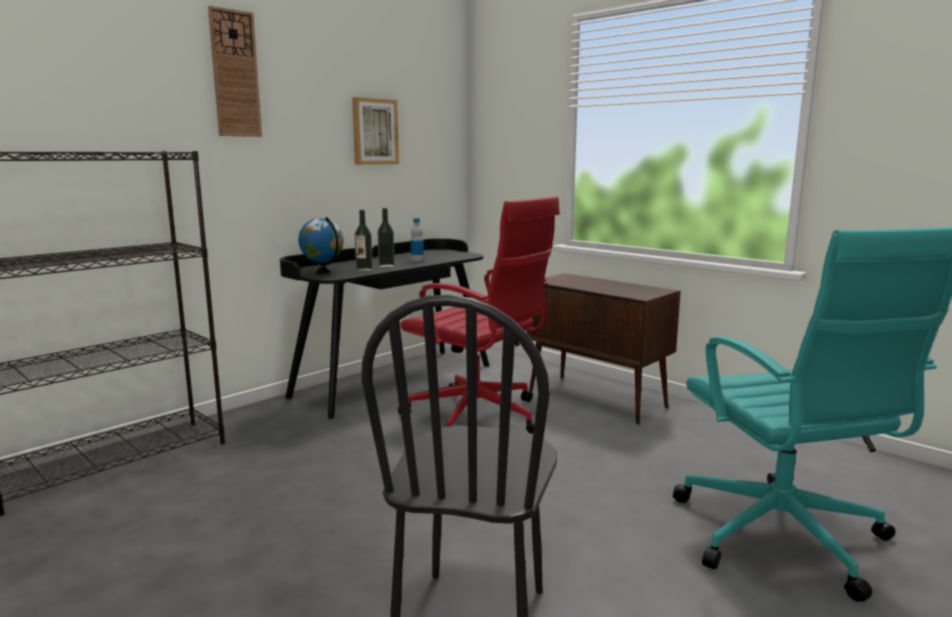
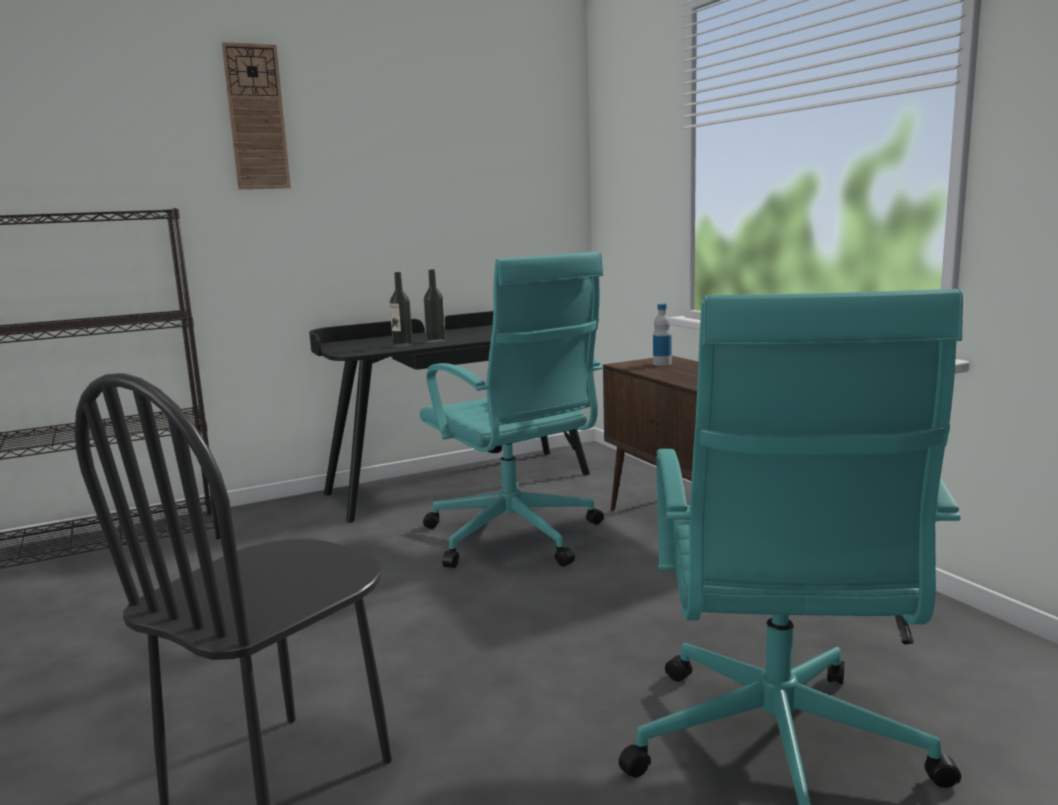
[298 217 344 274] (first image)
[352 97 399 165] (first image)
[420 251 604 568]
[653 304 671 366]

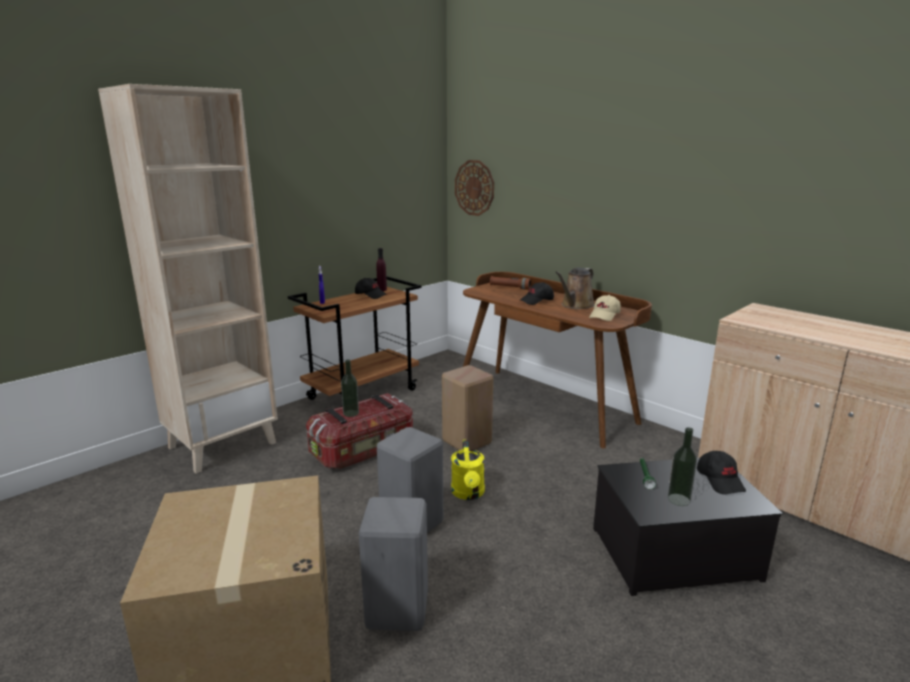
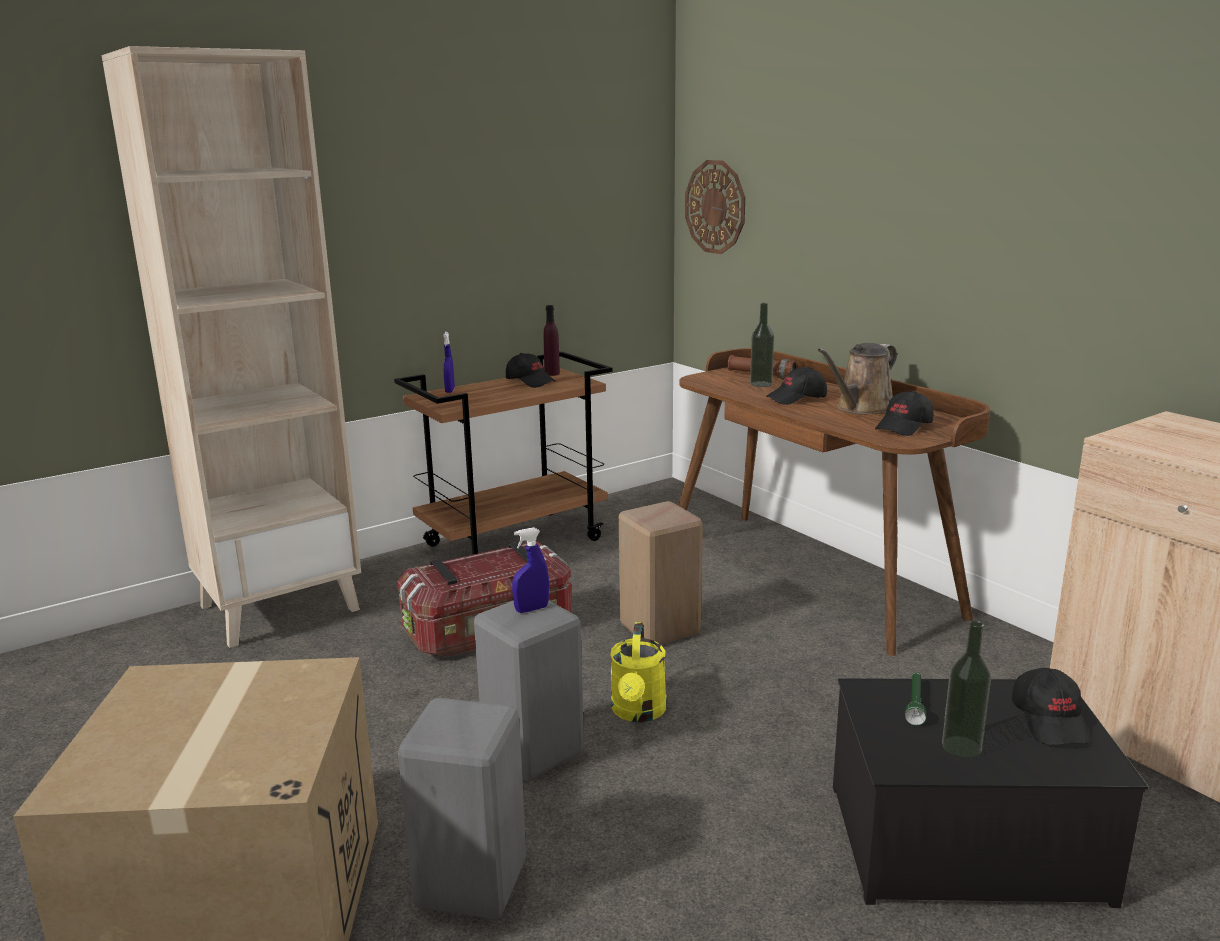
[750 303 774 387]
[875 391 934 436]
[512 527 549 613]

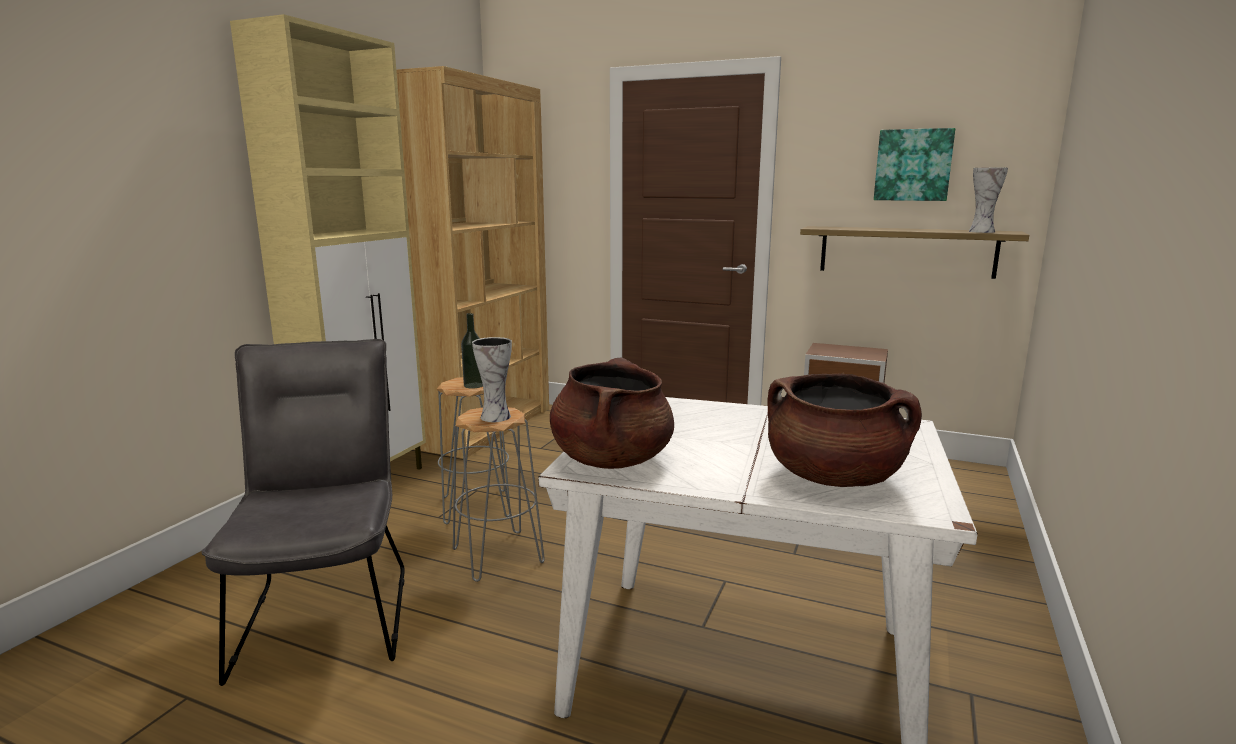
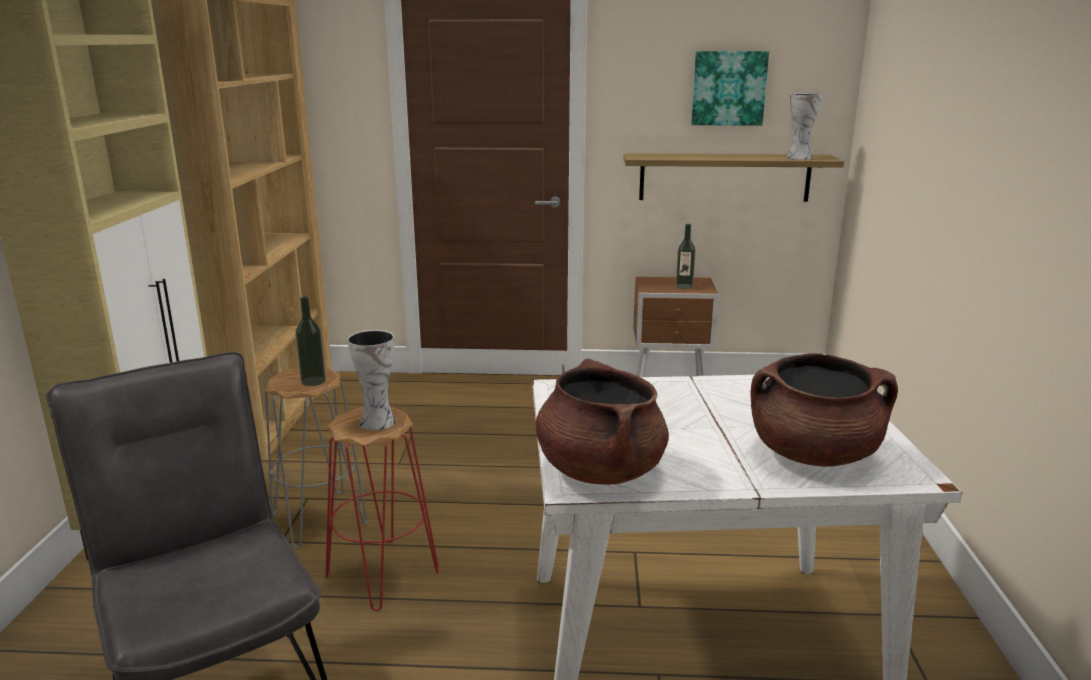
[326 407 439 611]
[676 224 696 289]

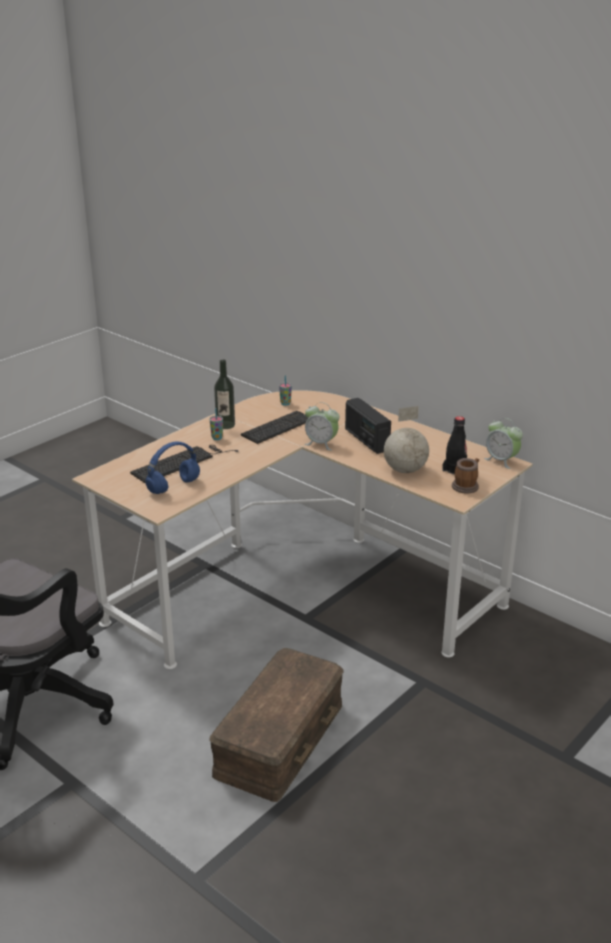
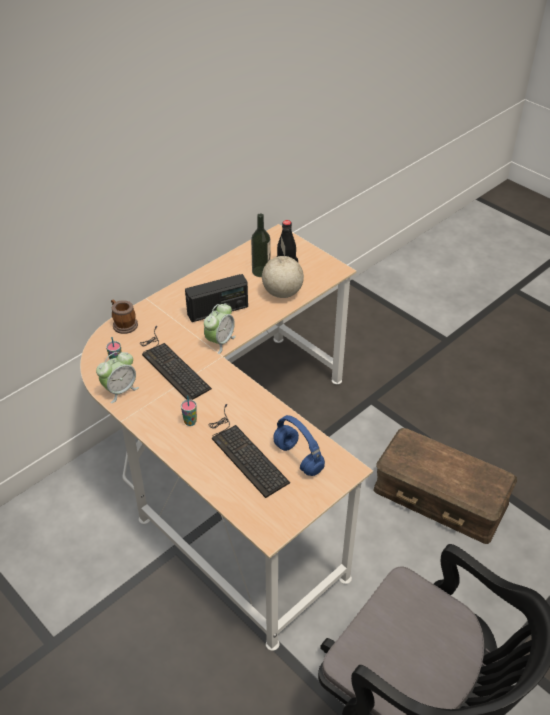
[251 213 271 277]
[111 300 138 334]
[96 352 139 403]

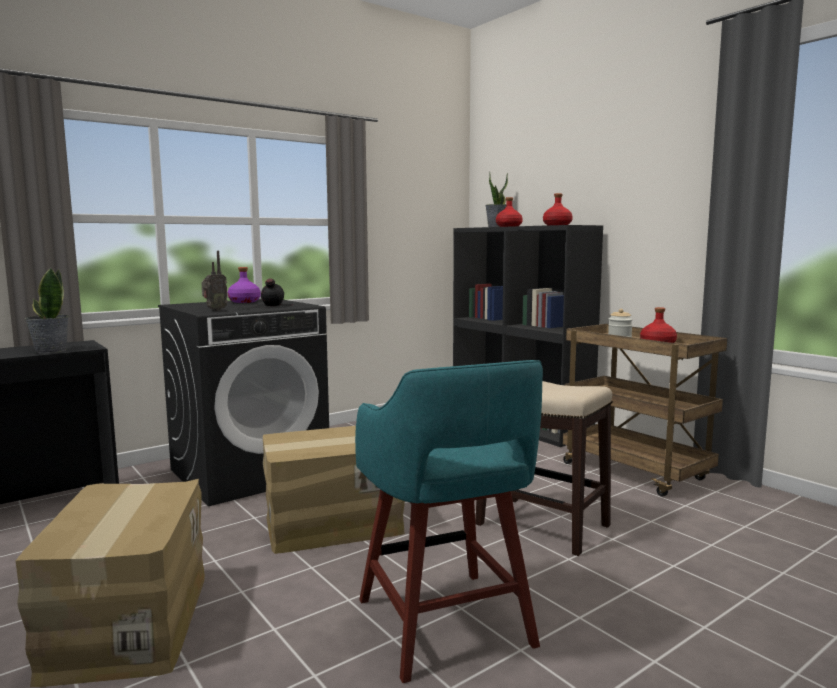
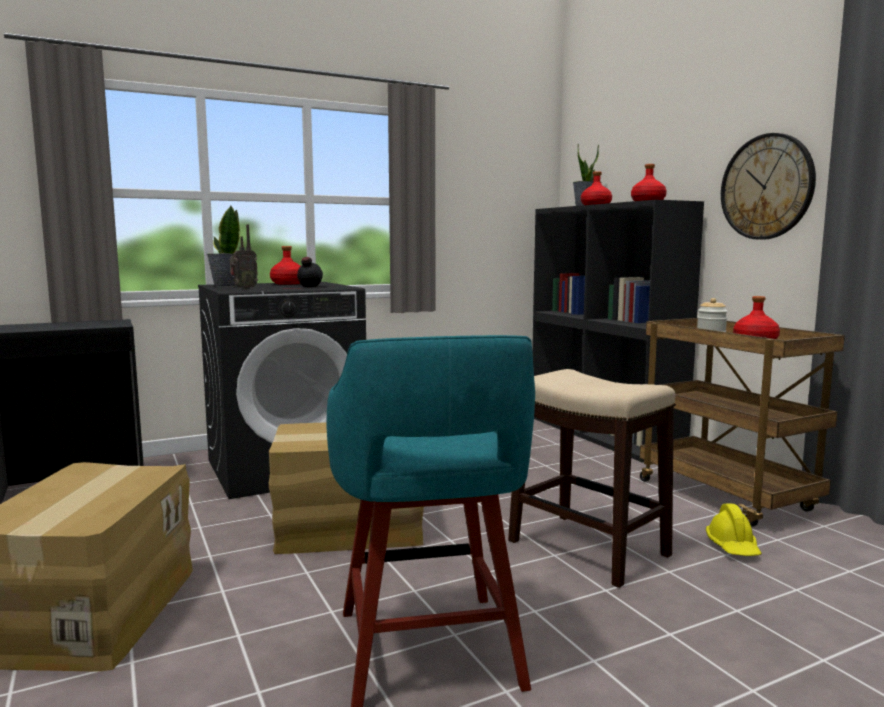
[207 206 240 287]
[270 246 301 285]
[706 504 762 556]
[721 133 816 240]

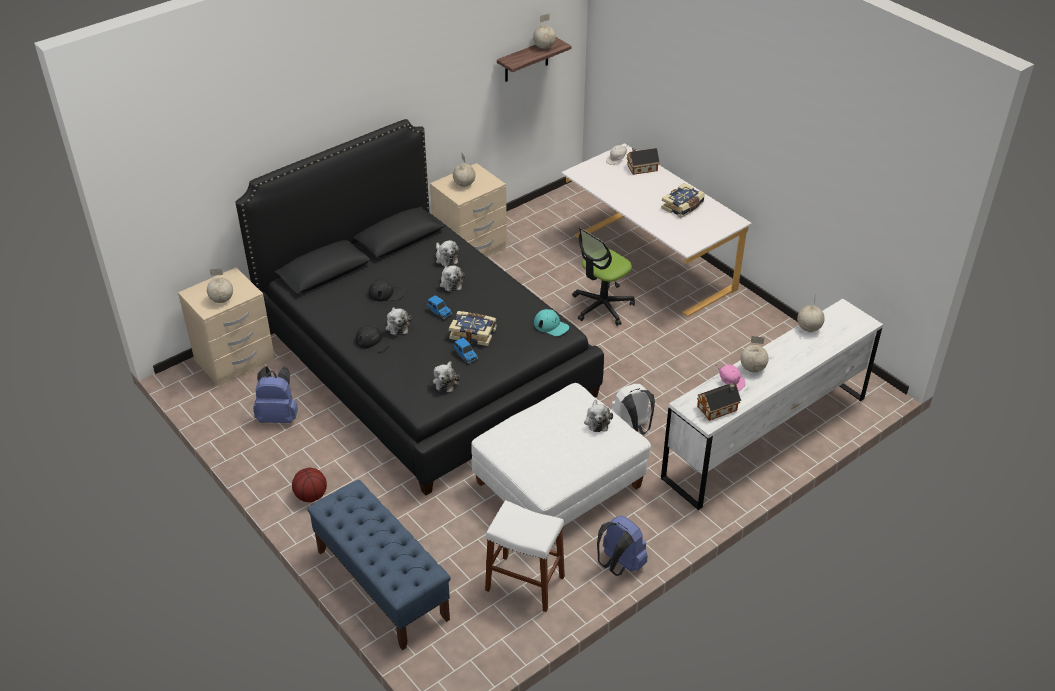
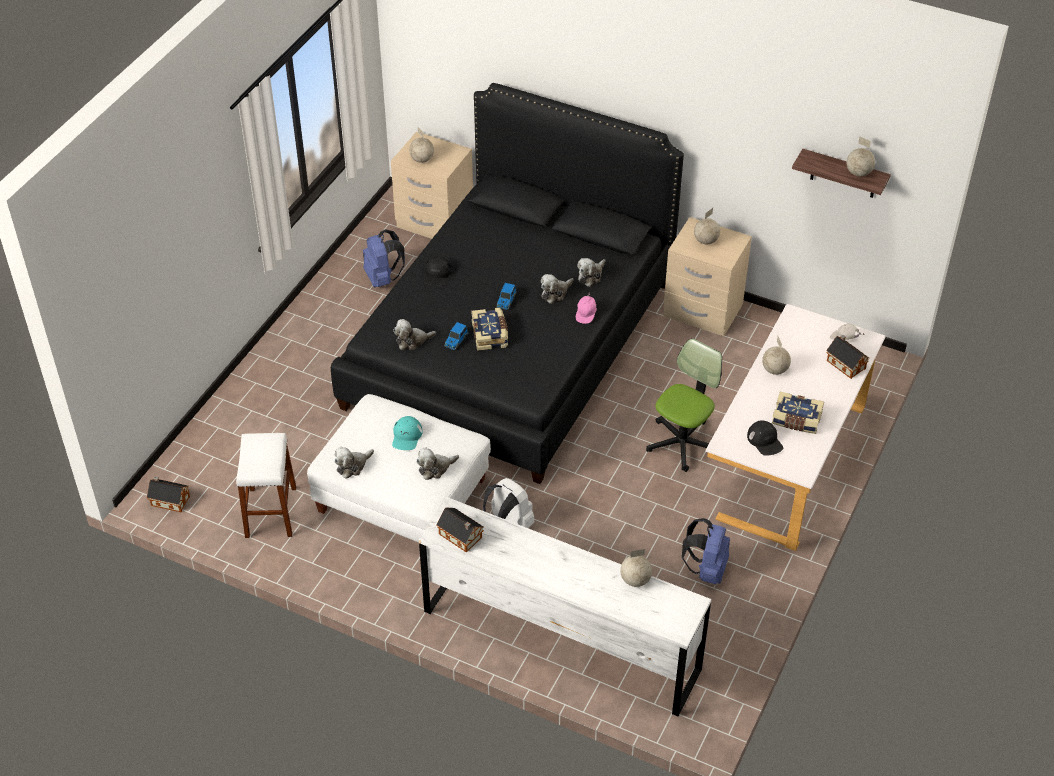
[292 468 327 502] (first image)
[307 480 451 650] (first image)
[747 420 783 456]
[334 447 374 479]
[392 416 423 450]
[646 338 722 472]
[682 518 730 584]
[576 293 597 324]
[762 336 791 375]
[147 476 190 512]

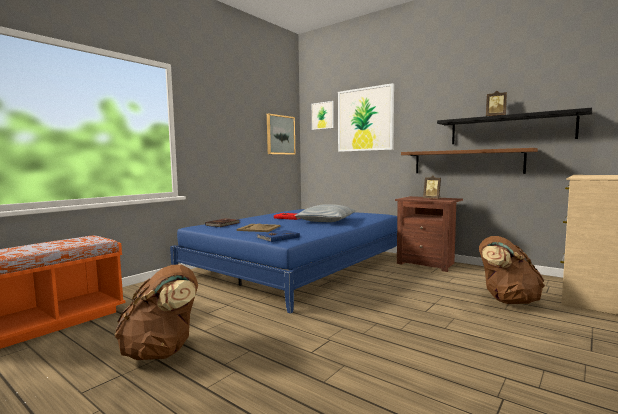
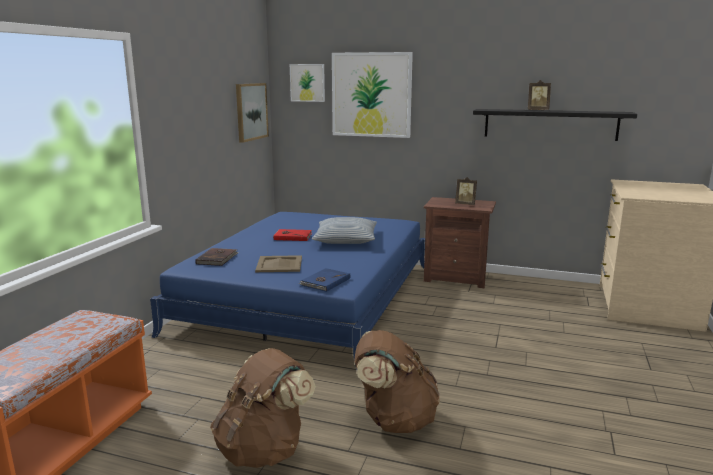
[401 148 538 174] (first image)
[354 330 440 433]

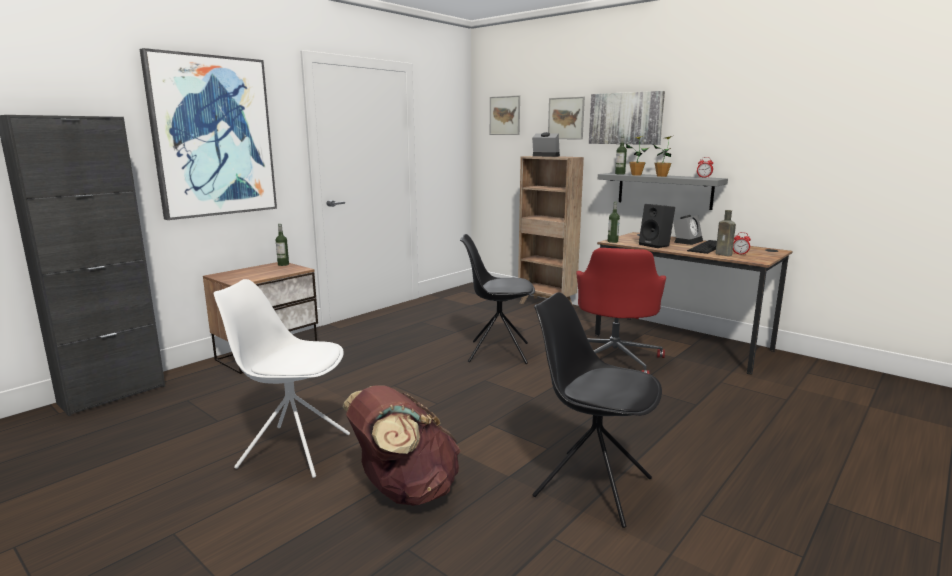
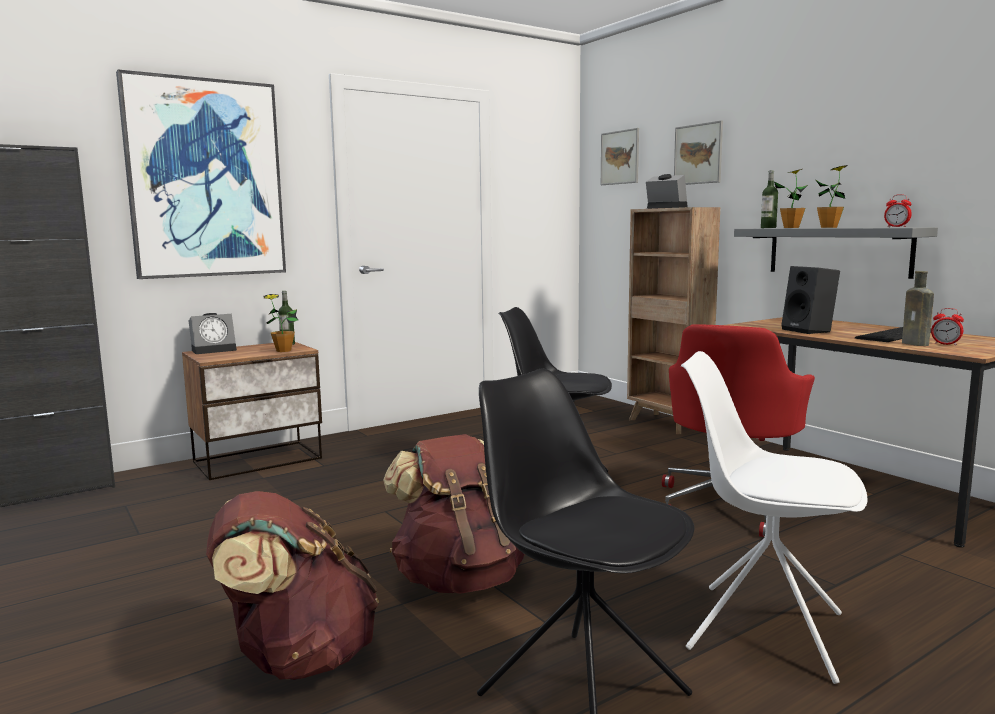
[681 351 867 684]
[589 91 665 145] (first image)
[608 202 620 243] (first image)
[189 313 237 354]
[264 294 298 352]
[383 434 525 594]

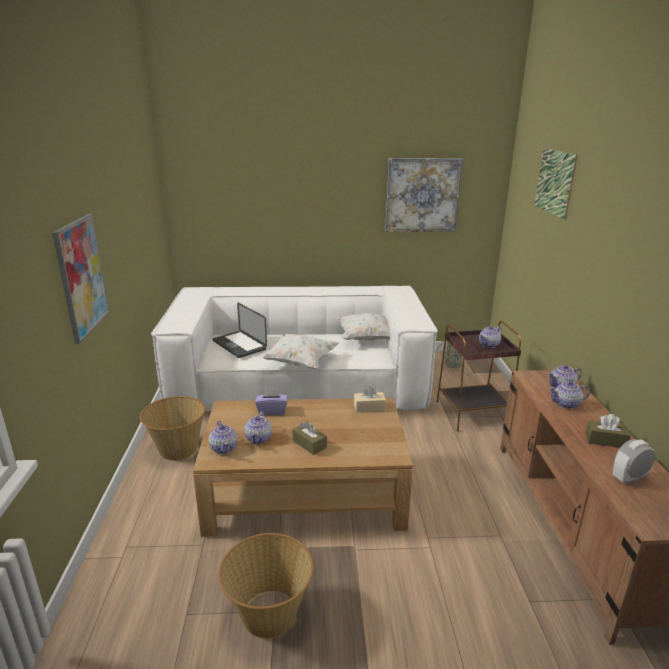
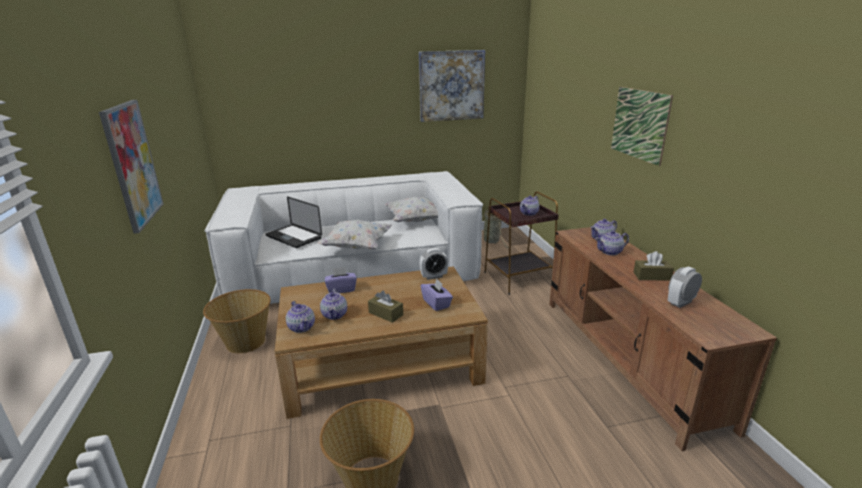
[419 248 448 280]
[611 87 673 166]
[421 279 453 311]

